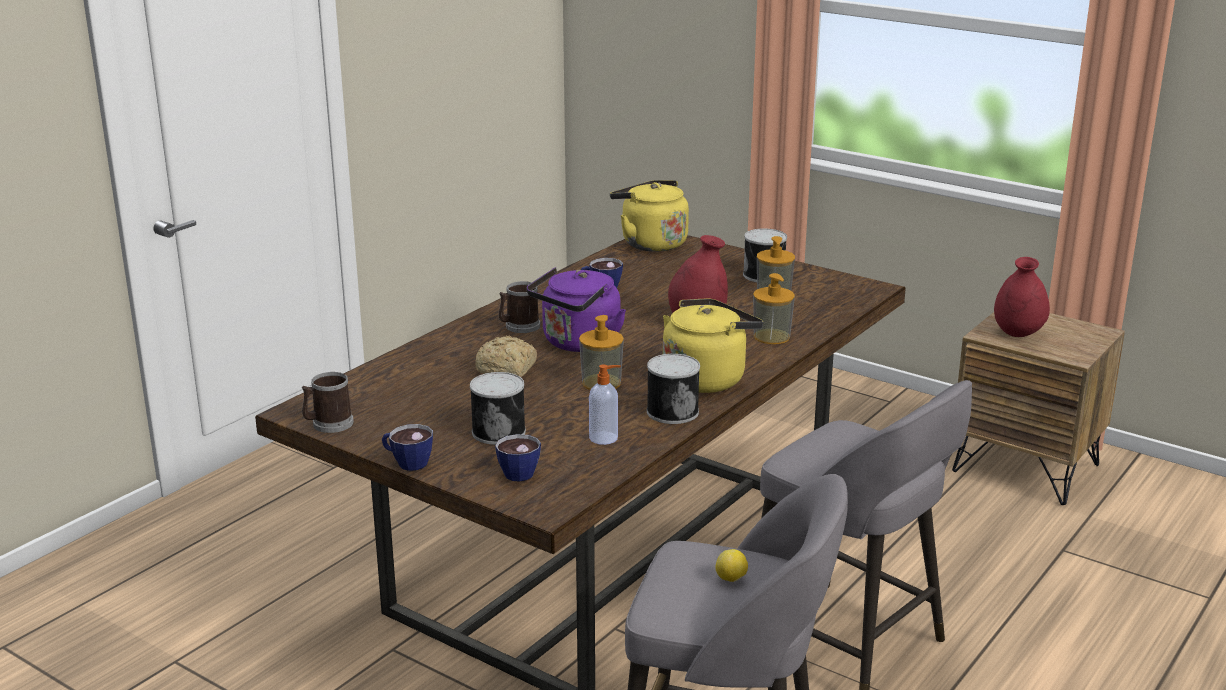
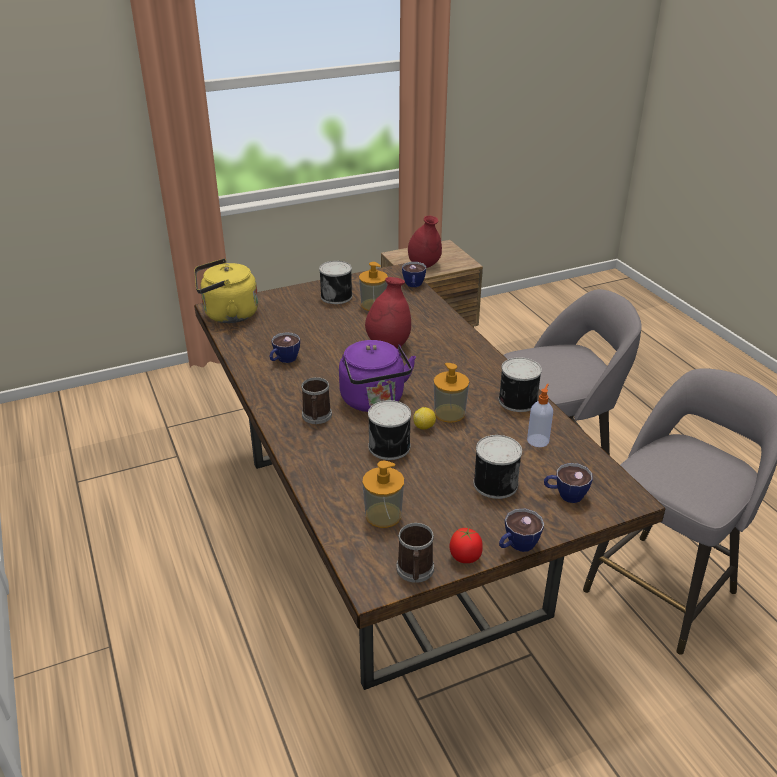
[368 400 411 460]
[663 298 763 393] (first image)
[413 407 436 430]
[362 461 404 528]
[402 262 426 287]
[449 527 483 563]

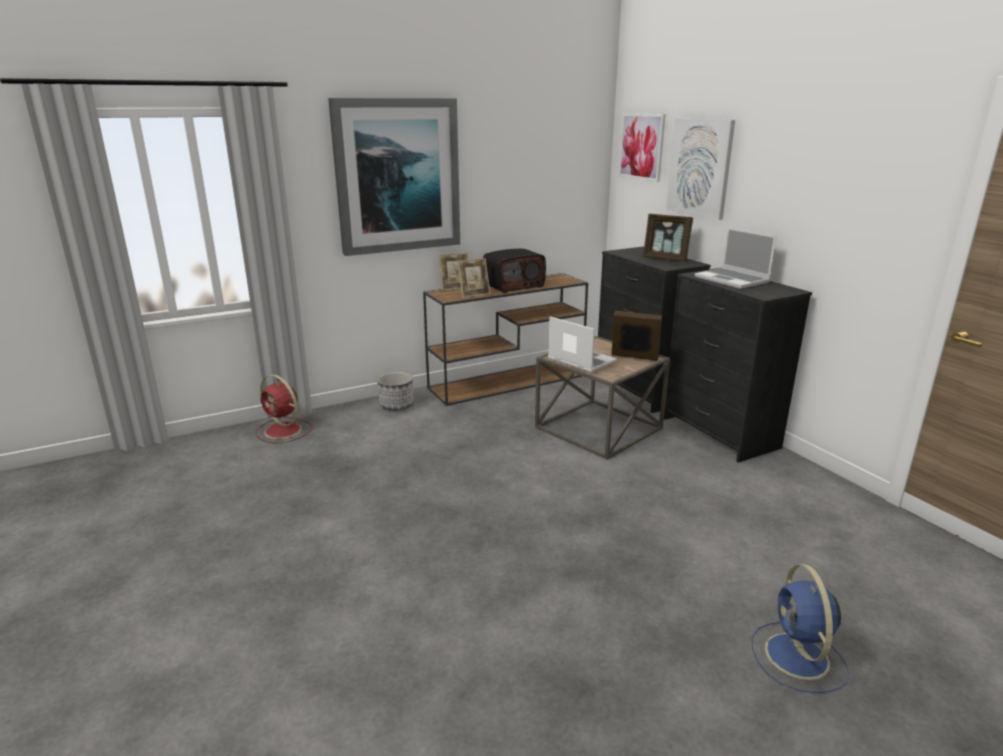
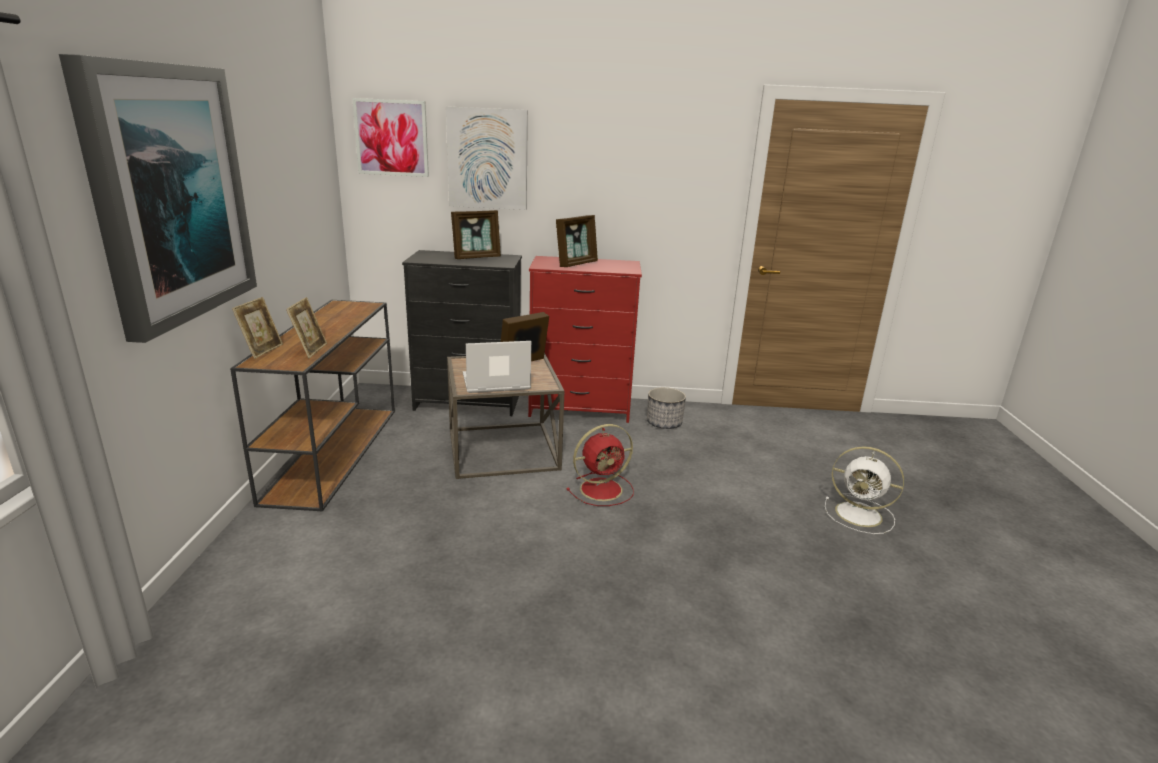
[566 424 634 506]
[647 387 686 429]
[483 249 546 293] (first image)
[528 256 642 423]
[556 215 598 267]
[825 446 904 534]

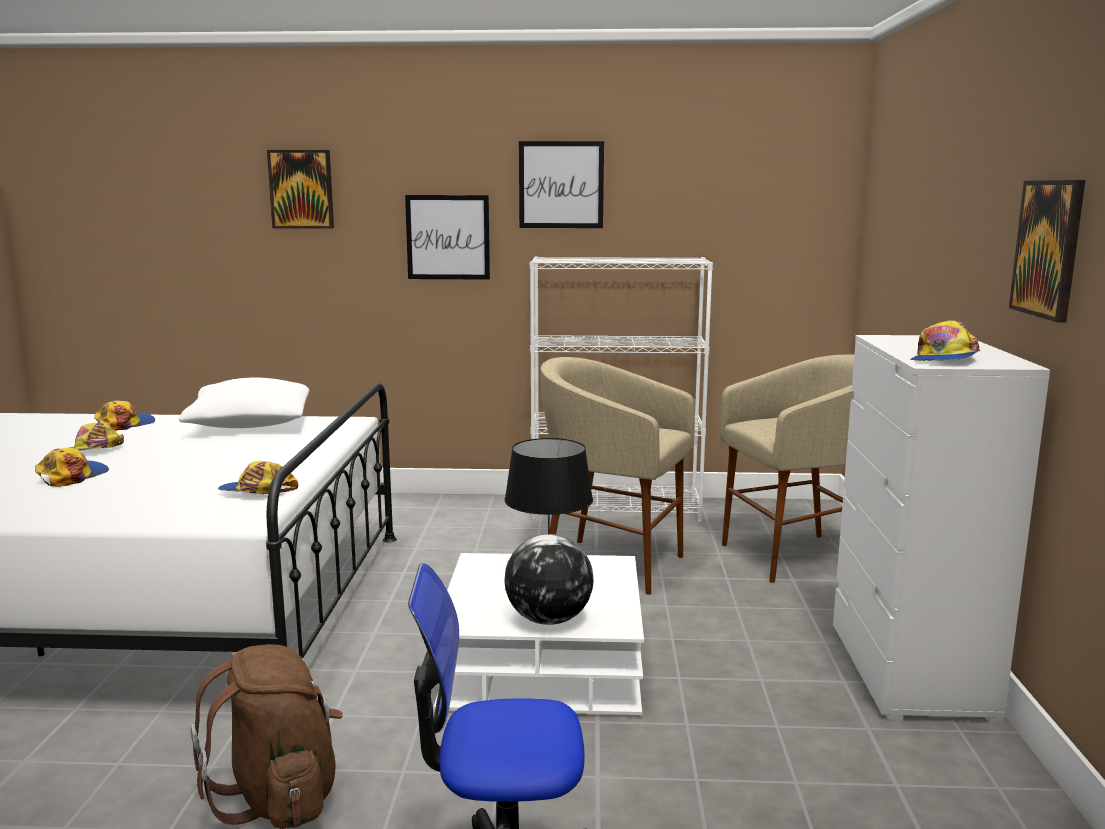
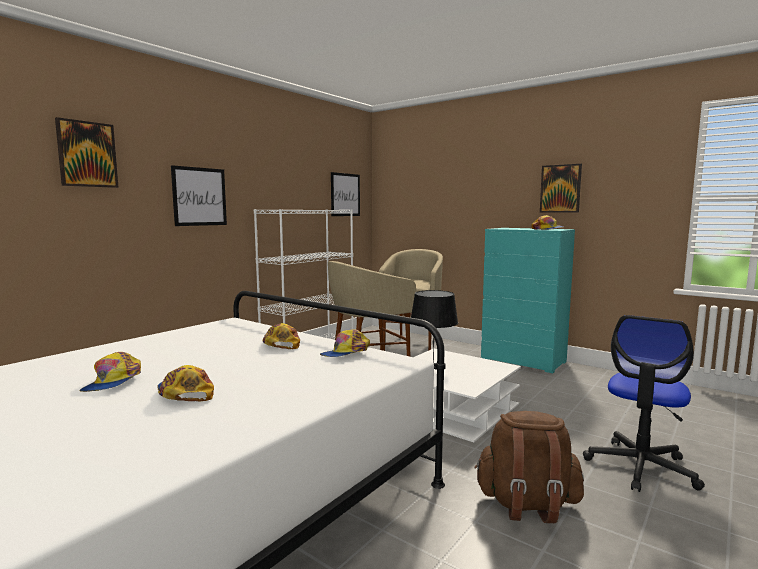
[263 323 300 349]
[179 378 310 428] (first image)
[504 534 594 625] (first image)
[331 172 360 216]
[481 228 575 373]

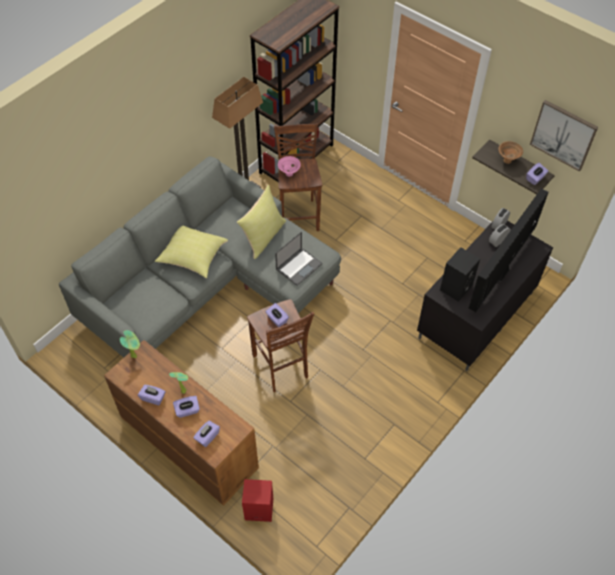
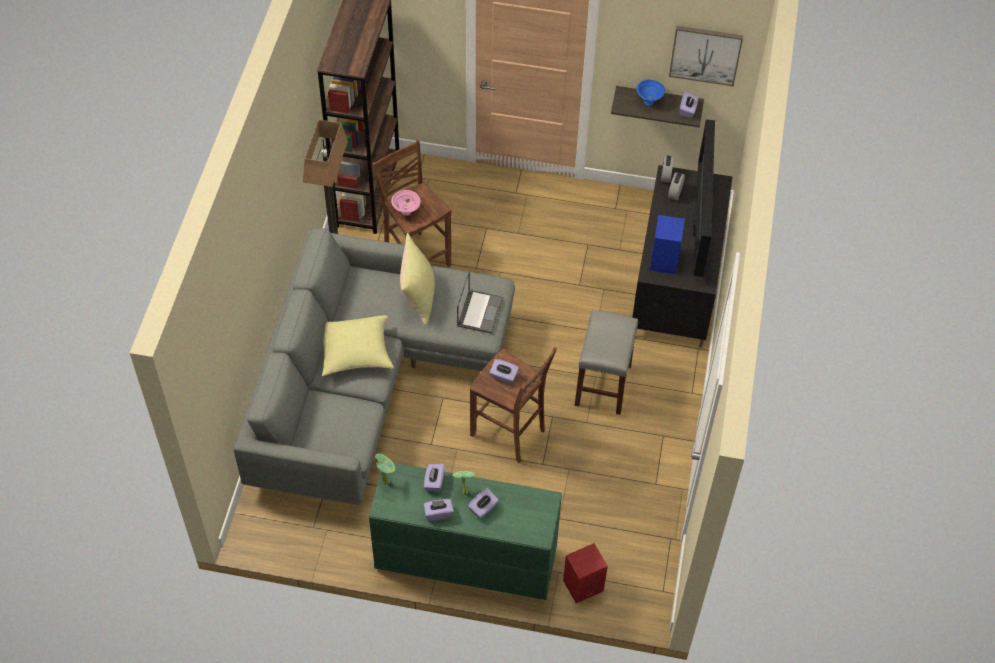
[369 463 562 600]
[424 464 445 492]
[650 215 685 274]
[637 80 665 106]
[575 310 638 415]

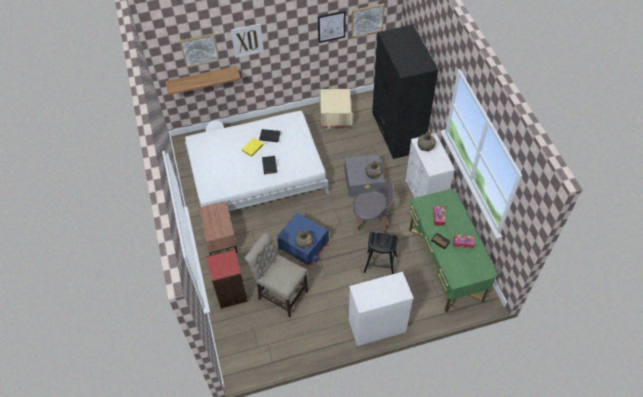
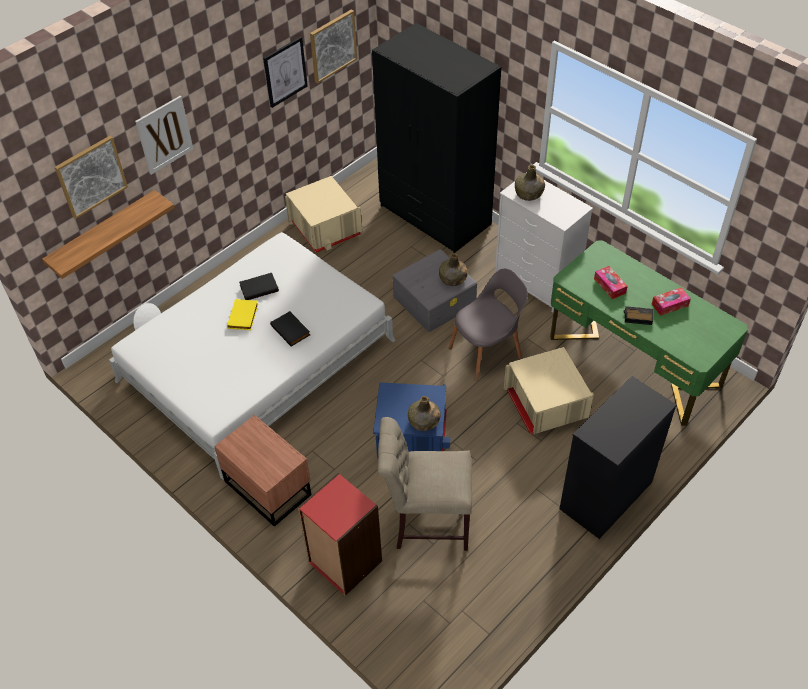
[559 376 677 539]
[504 347 594 434]

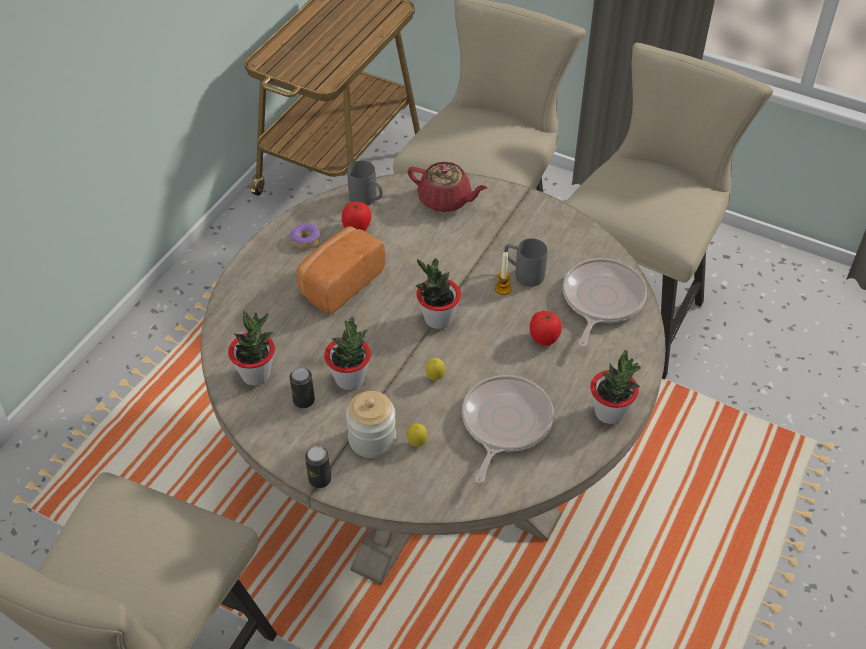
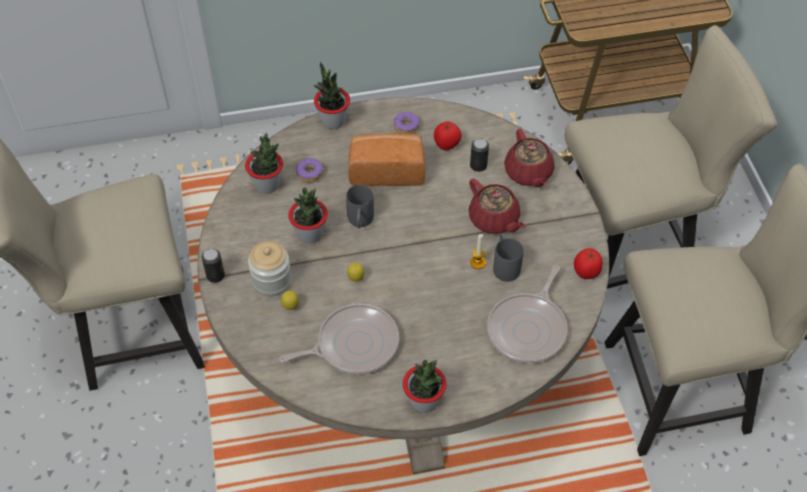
[470 138 489 172]
[346 185 374 228]
[314 62 350 129]
[574 248 603 279]
[487 265 568 363]
[296 158 323 182]
[469 178 526 234]

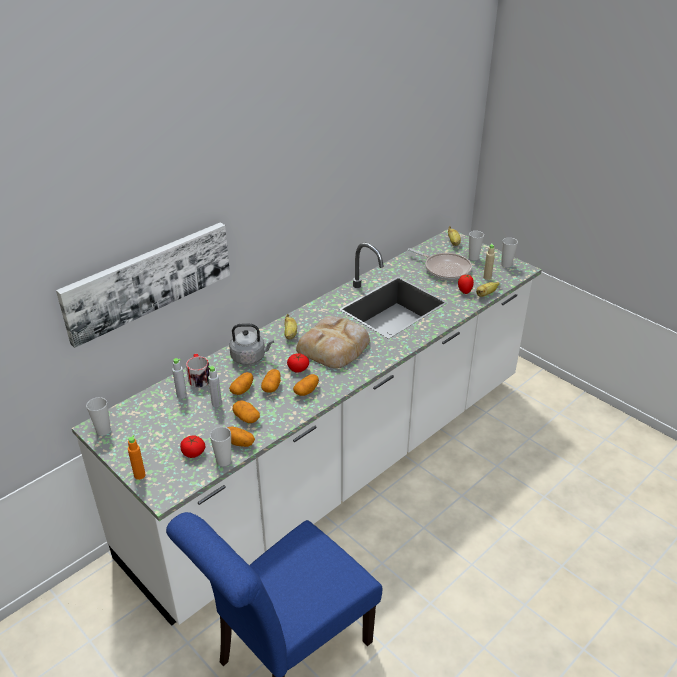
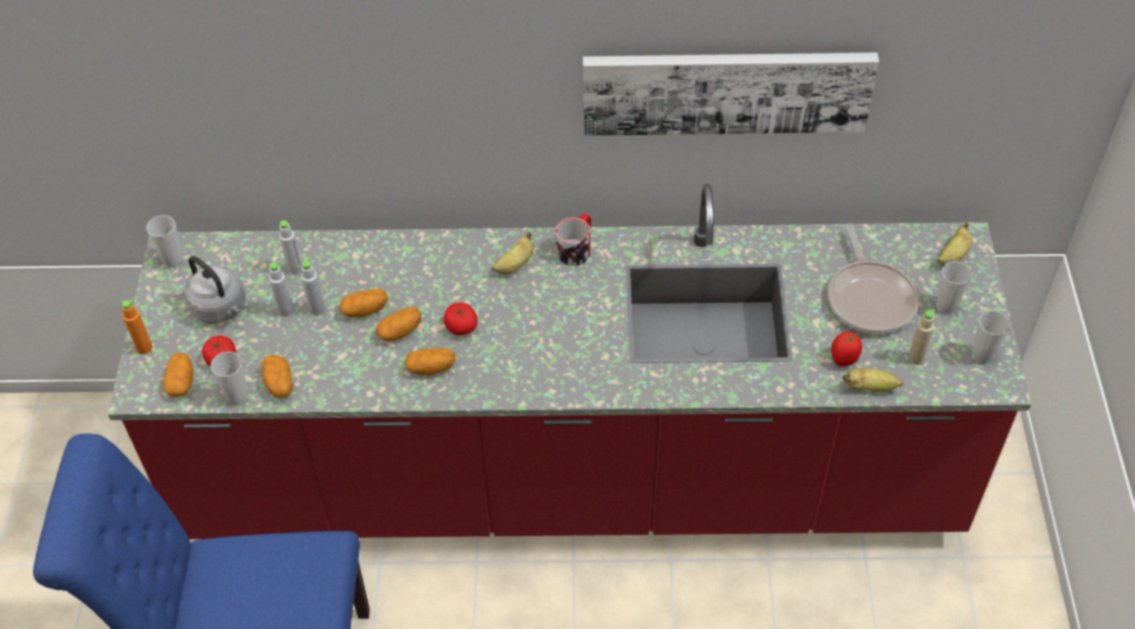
[583 53 879 136]
[108 184 1031 539]
[556 213 591 266]
[184 256 245 323]
[163 353 194 397]
[296 316 370 368] (first image)
[269 260 294 317]

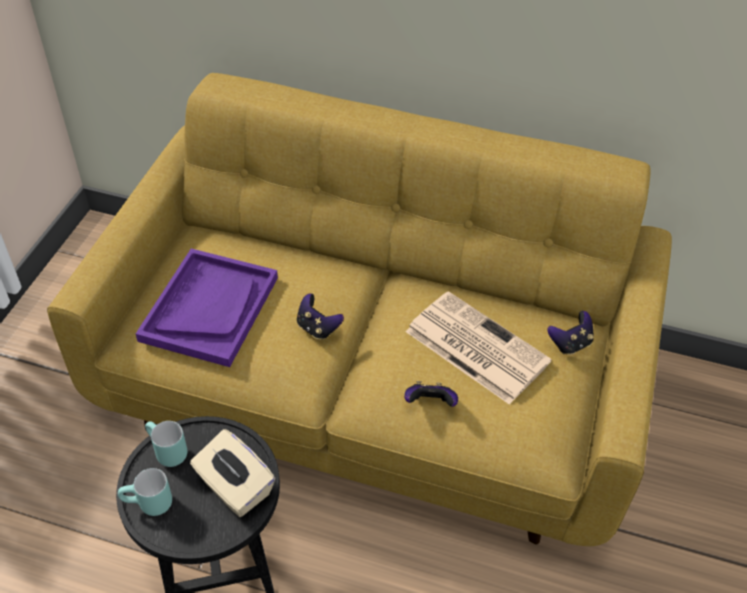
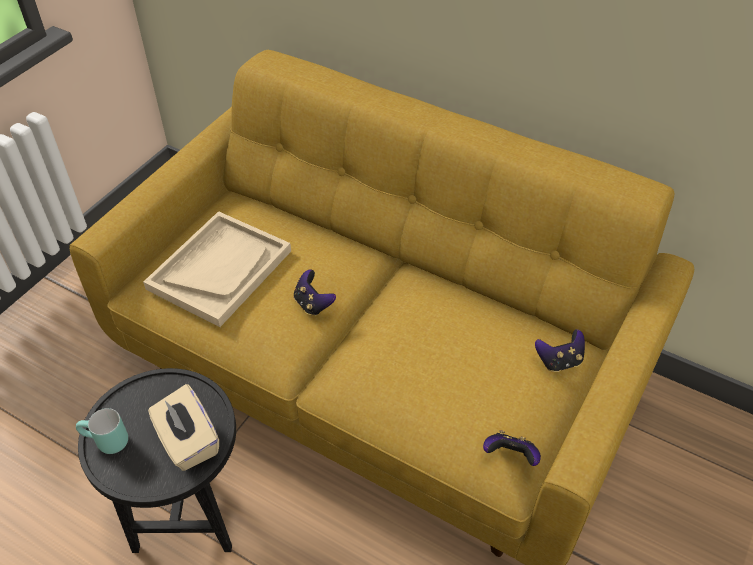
[143 211 291 327]
[145 421 187 467] (first image)
[483 430 541 466]
[405 291 552 405] (first image)

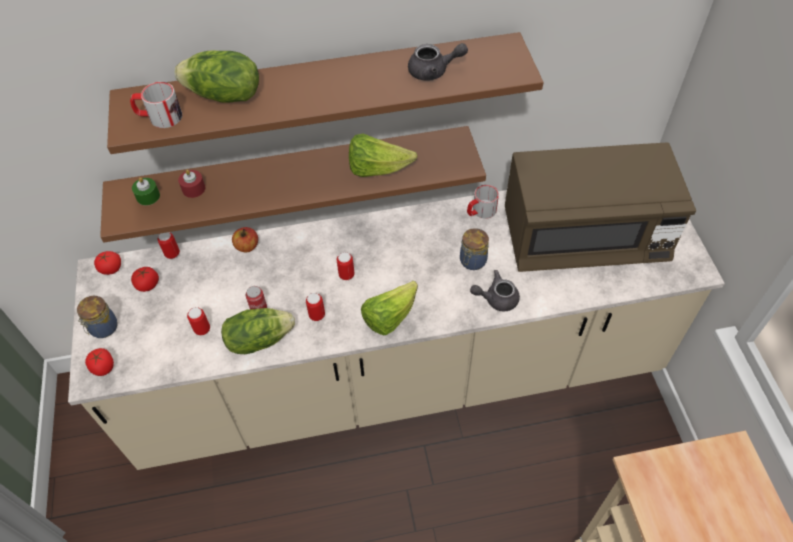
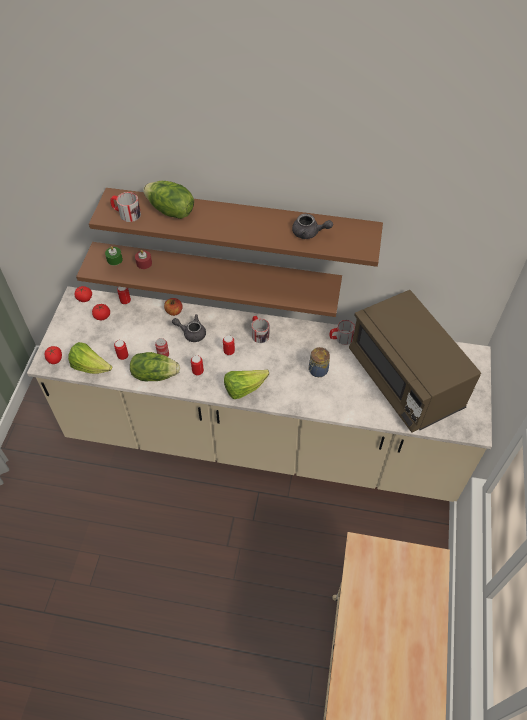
[77 296 117 338] (first image)
[68 342 112 374]
[172 314 206 342]
[349 290 481 433]
[251 316 269 343]

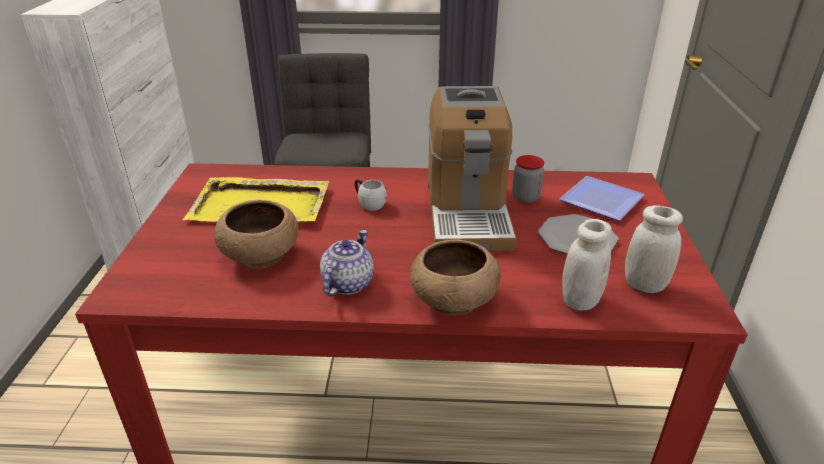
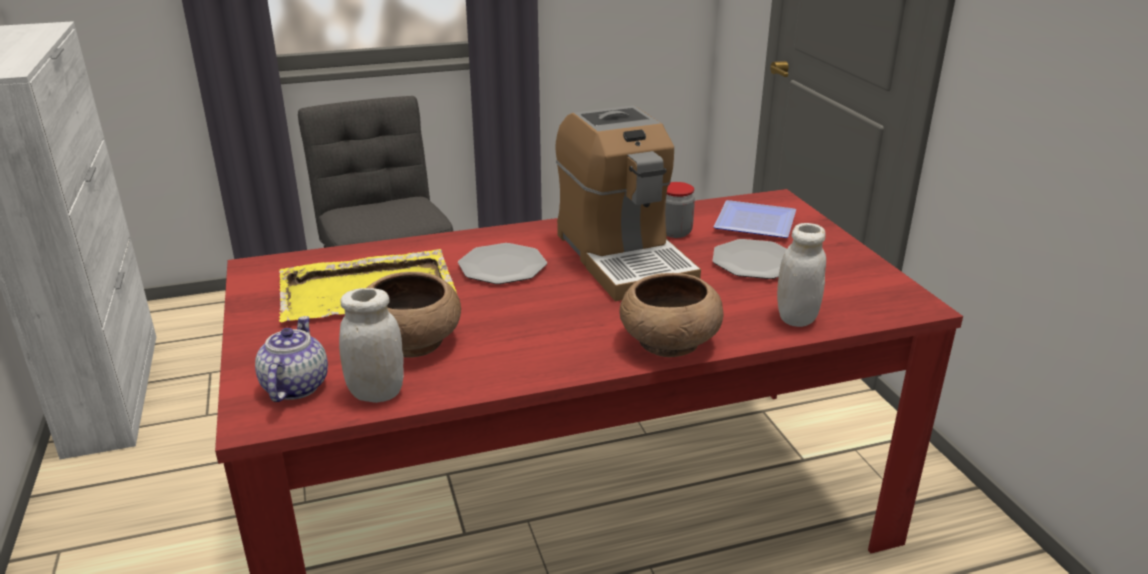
[255 316 328 402]
[458 243 547 284]
[339 288 404 403]

